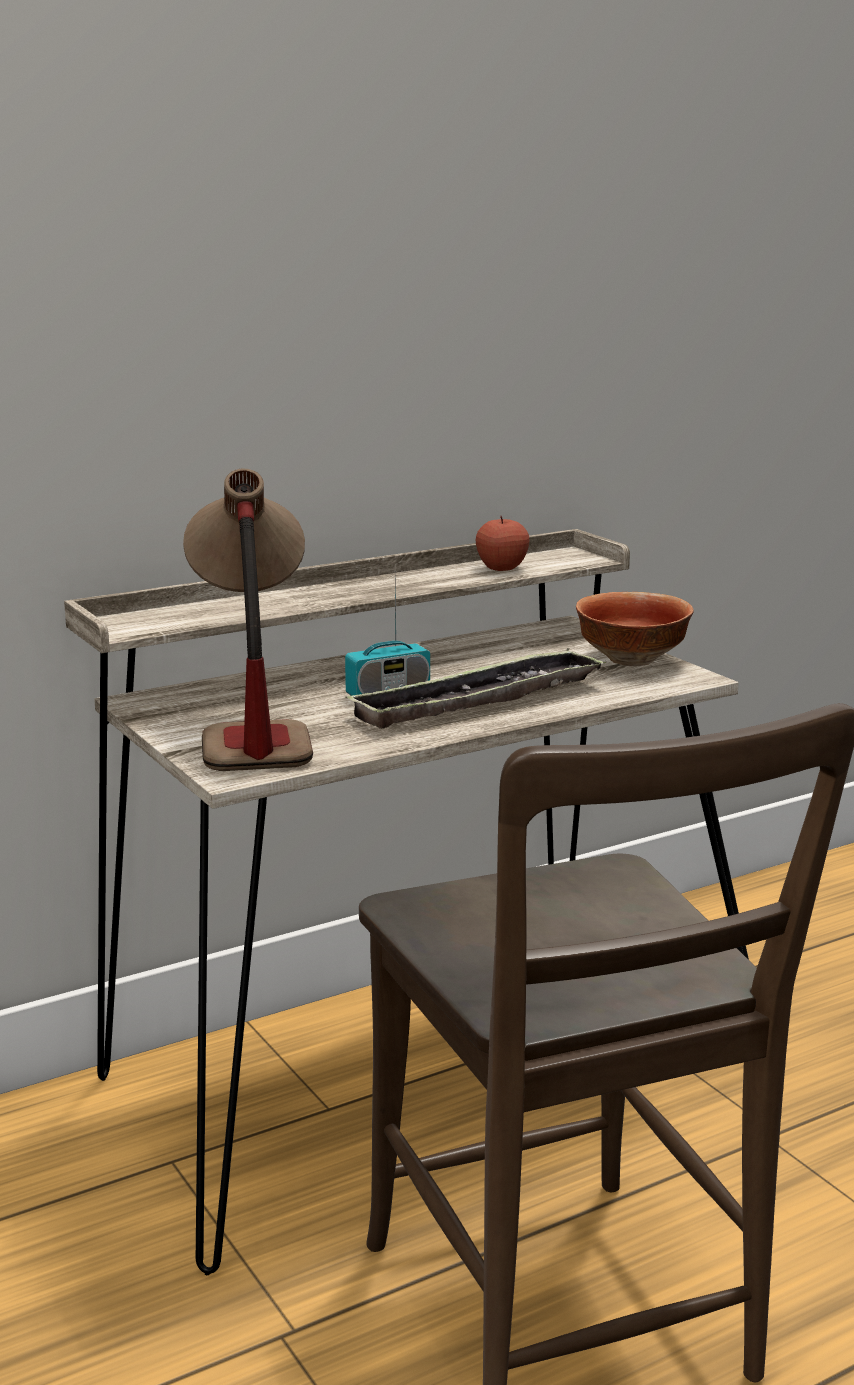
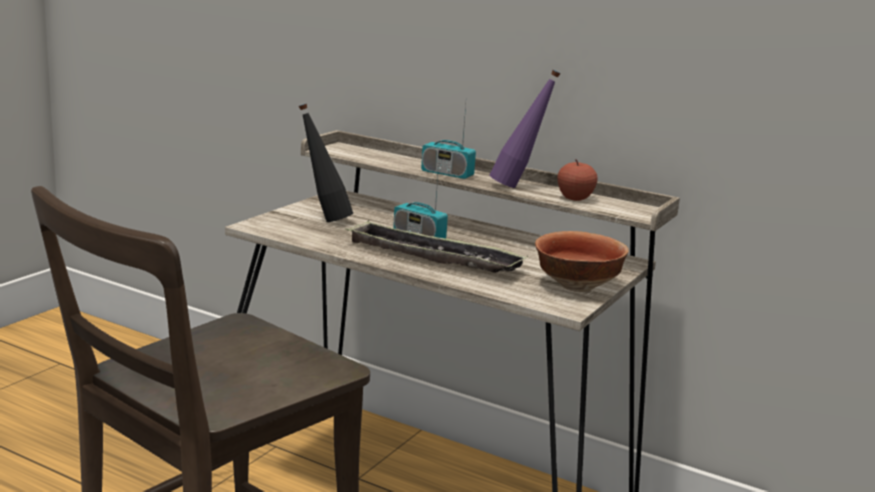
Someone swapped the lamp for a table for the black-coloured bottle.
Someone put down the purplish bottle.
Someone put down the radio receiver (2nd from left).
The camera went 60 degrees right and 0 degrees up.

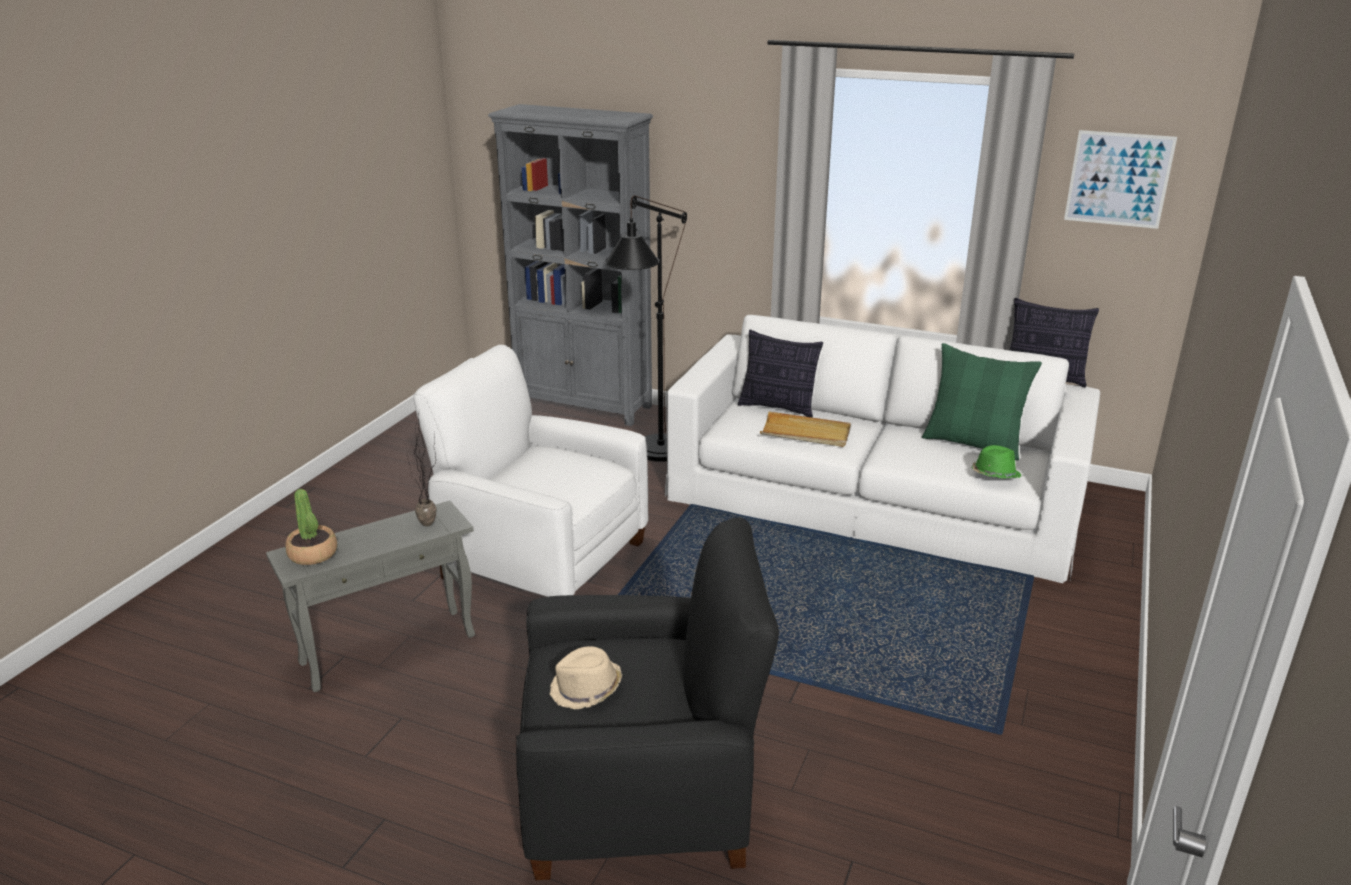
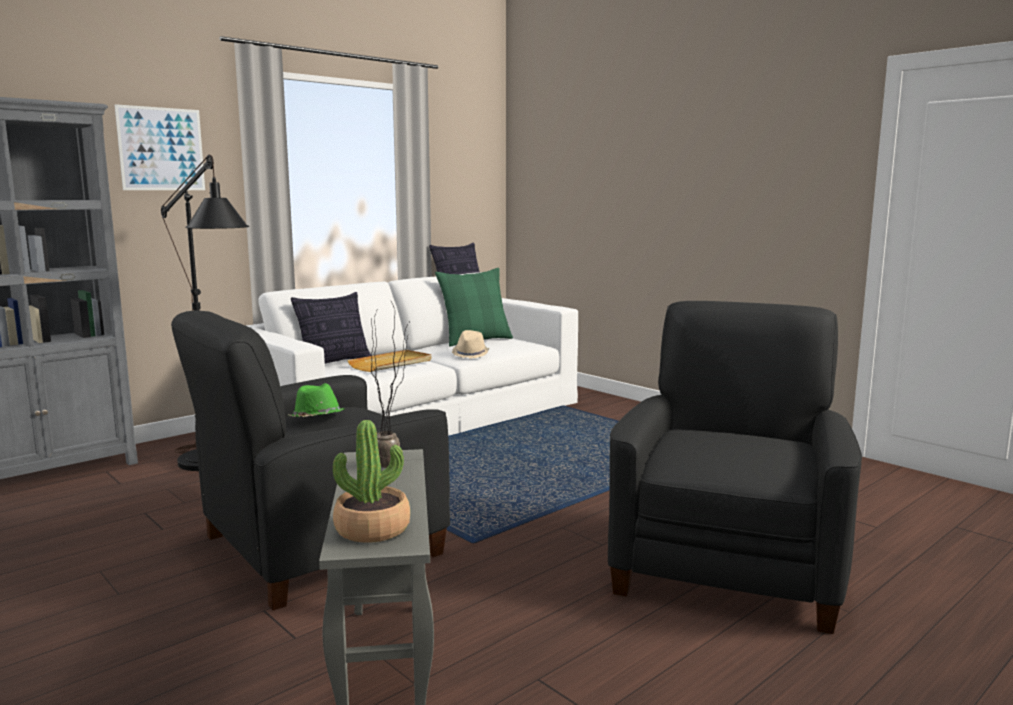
Someone carried the picture.
Someone repainted the white armchair, which became the black-coloured armchair (1st from left).
Someone carried the green-coloured clothing hat.
Someone carried the beige clothing hat.
The camera went 65 degrees left and 15 degrees down.

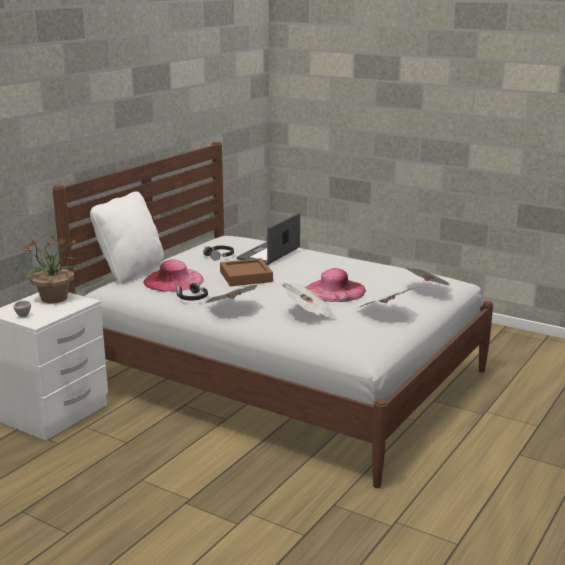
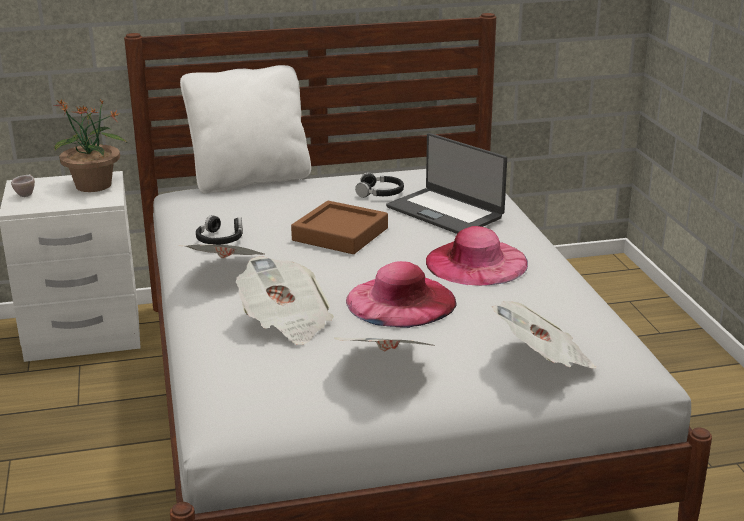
Someone rotated the portable computer by 120 degrees counterclockwise.
Someone carried the pink-coloured clothing hat (1st from left in the first image).
The camera went 45 degrees right and 5 degrees up.

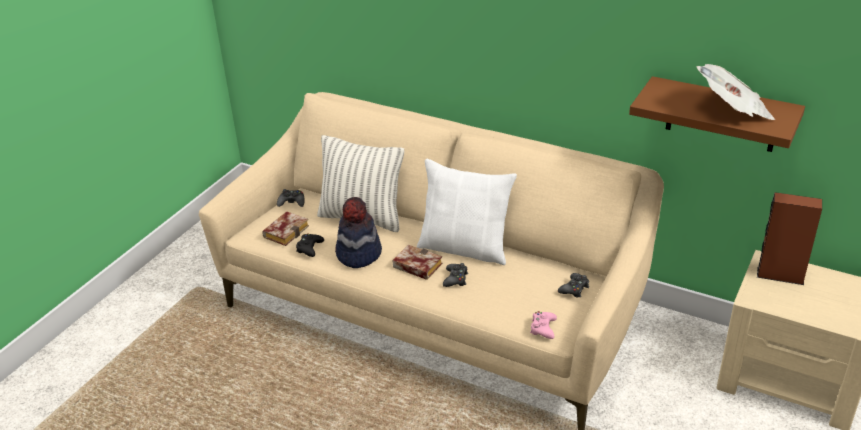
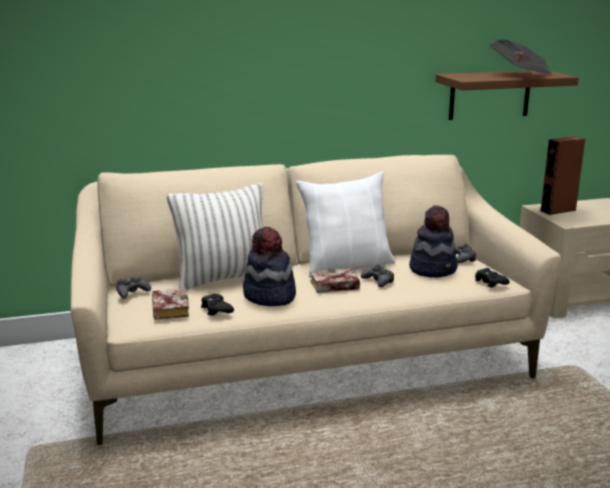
Someone repainted the pink-coloured game controller, which became the black-coloured game controller (5th from left).
Someone put down the clothing hat (2nd from left).
The camera went 45 degrees left and 15 degrees down.

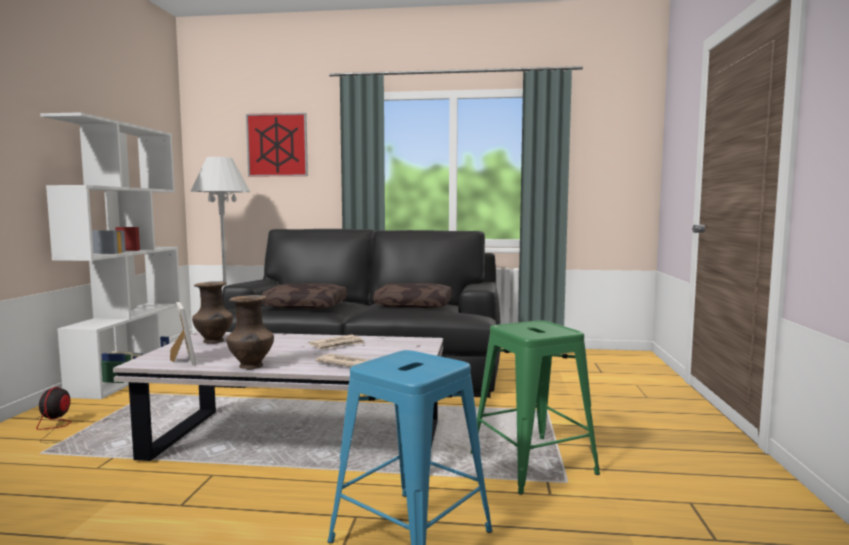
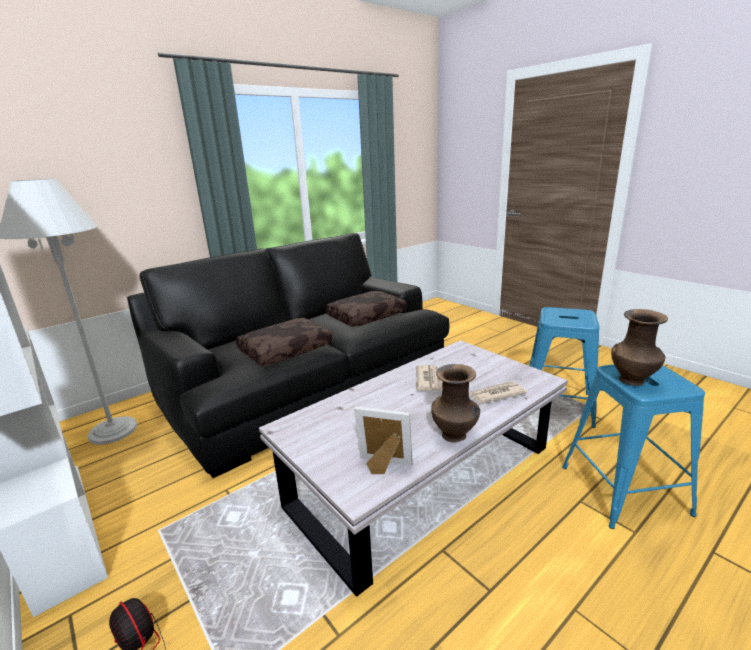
Someone took away the picture.
Someone carried the brown-coloured vase (1st from left in the first image).
Someone repainted the green-coloured sitting stool, which became the blue-coloured sitting stool (1st from left).
The camera went 45 degrees left and 15 degrees up.

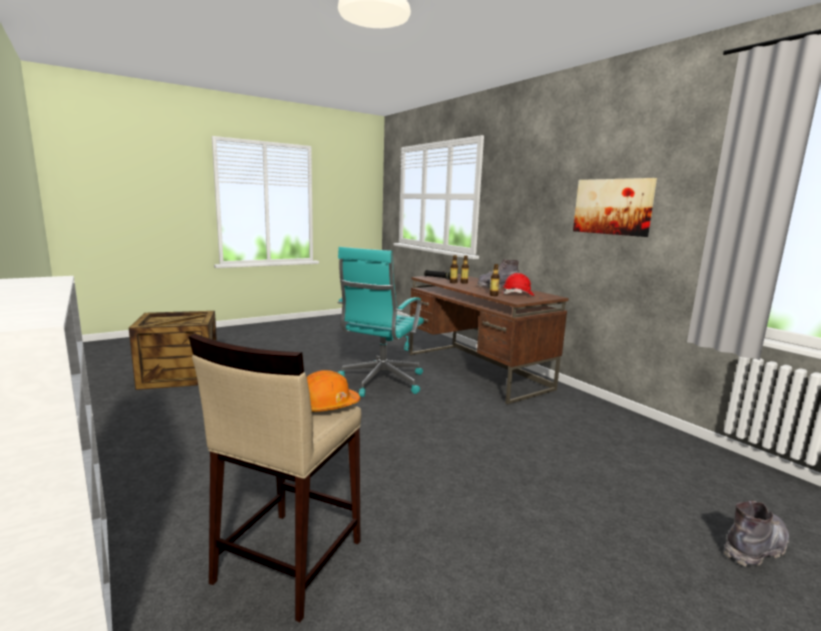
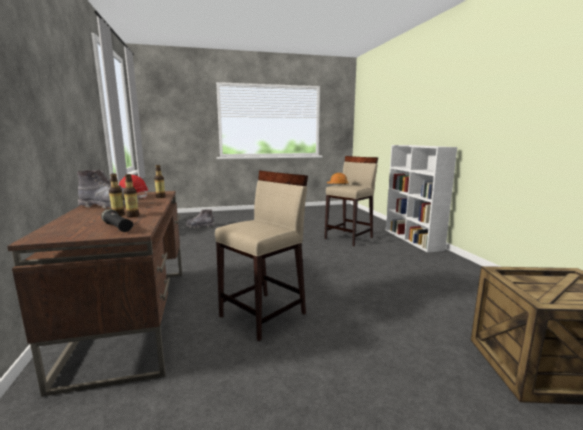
Someone took away the picture.
Someone swapped the turquoise computer chair for the beige sitting stool (1st from left).
The camera went 160 degrees left and 0 degrees up.

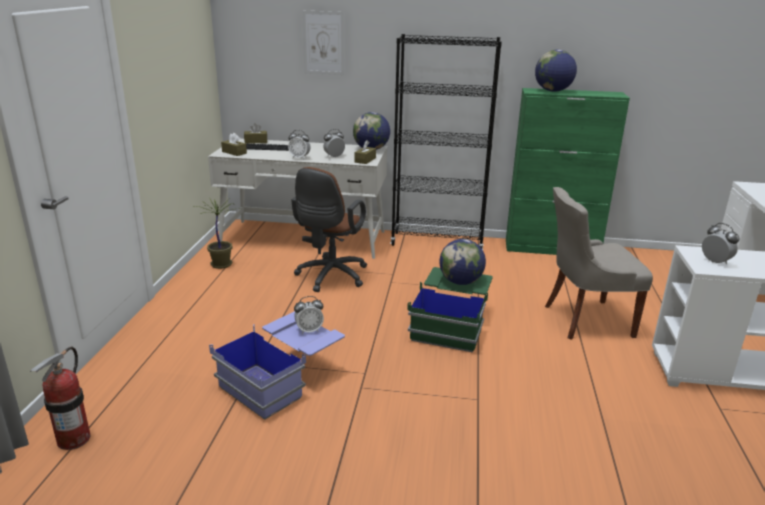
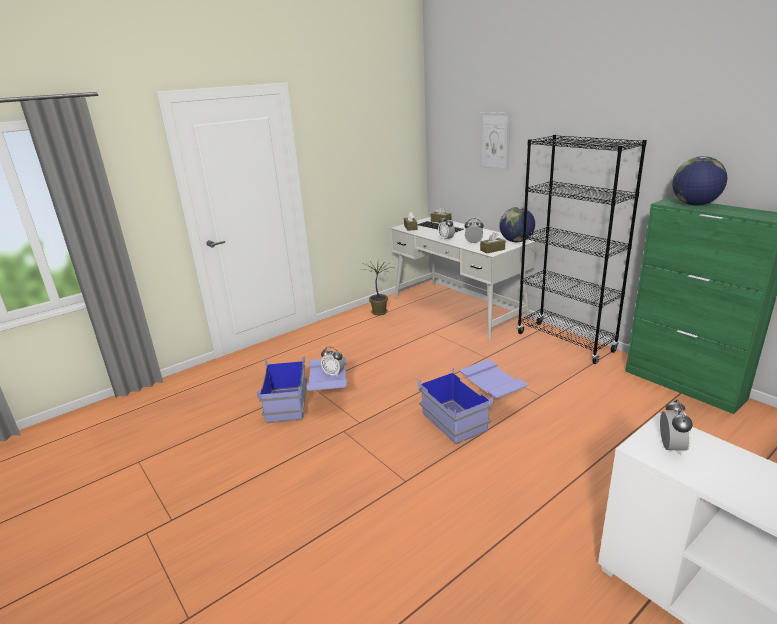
Someone took away the brown-coloured computer chair.
Someone took away the greyish plain chair.
Someone took away the globe (2nd from left).
Someone repainted the green-coloured storage bin, which became the blue-coloured storage bin (2nd from left).
Someone took away the extinguisher.
The camera went 45 degrees right and 0 degrees up.

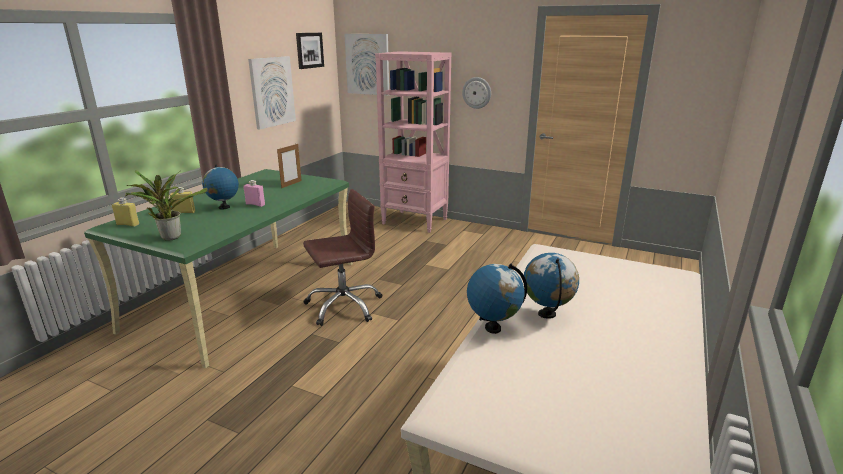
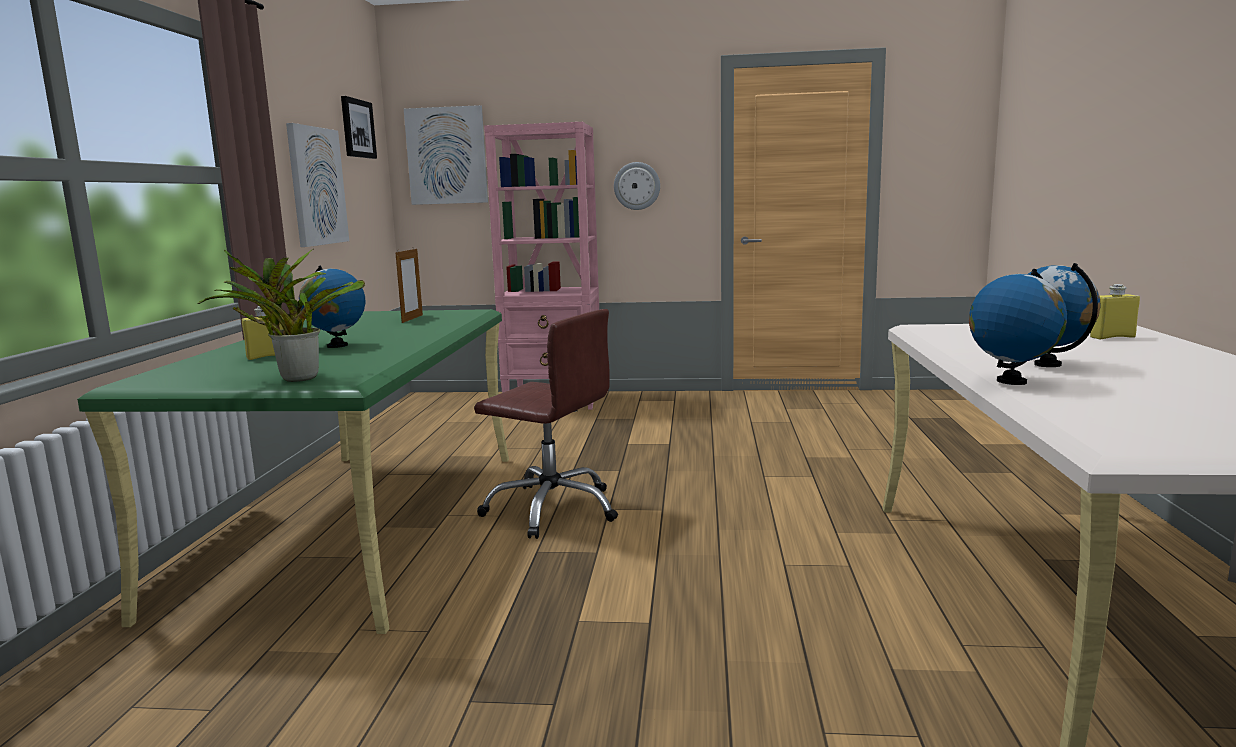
Someone took away the pink-coloured bottle.
Someone rotated the brown-coloured computer chair by 75 degrees clockwise.
Someone carried the yellow bottle (1st from left in the first image).
The camera went 20 degrees left and 10 degrees down.

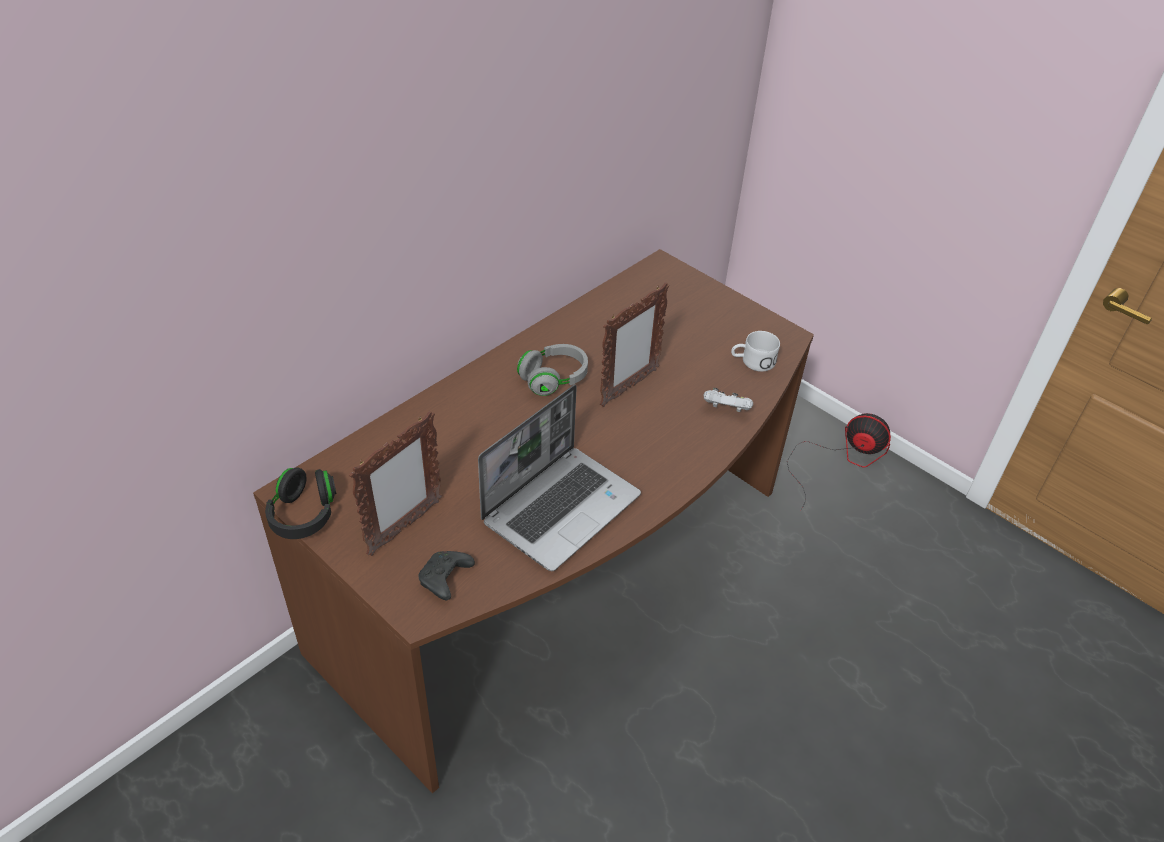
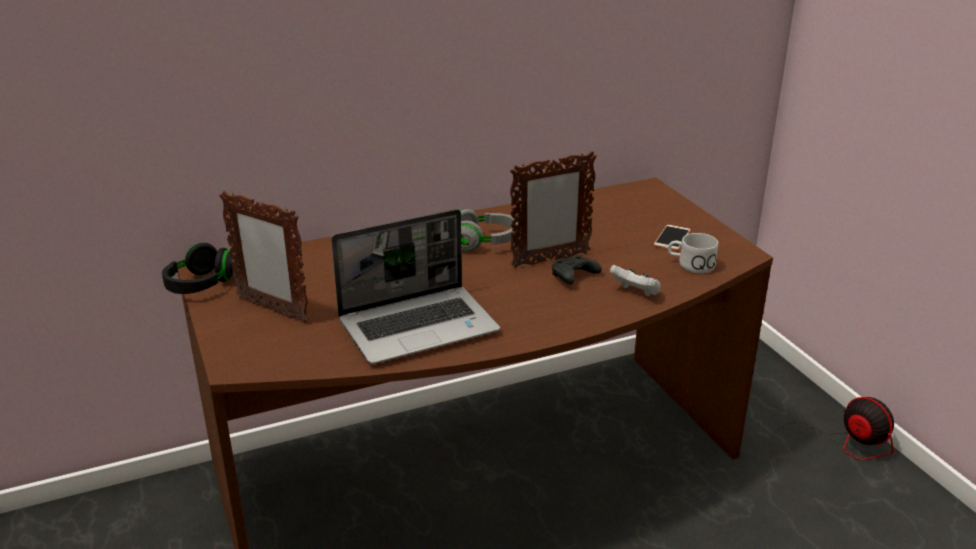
Someone rotated the picture frame (1st from left) by 60 degrees clockwise.
Someone carried the black-coloured game controller.
Someone put down the phone.
The camera went 25 degrees right and 15 degrees down.

